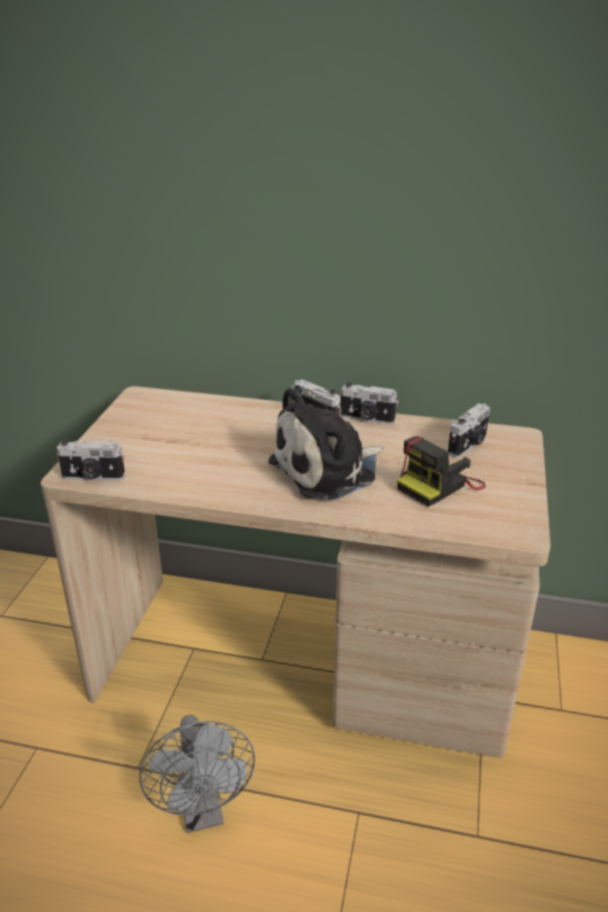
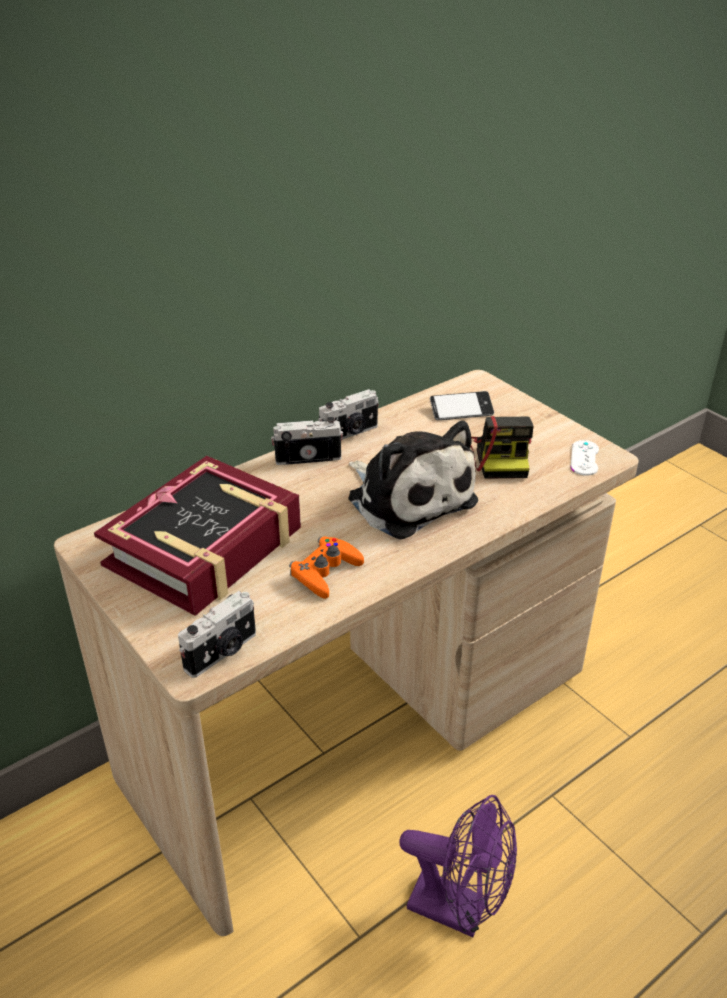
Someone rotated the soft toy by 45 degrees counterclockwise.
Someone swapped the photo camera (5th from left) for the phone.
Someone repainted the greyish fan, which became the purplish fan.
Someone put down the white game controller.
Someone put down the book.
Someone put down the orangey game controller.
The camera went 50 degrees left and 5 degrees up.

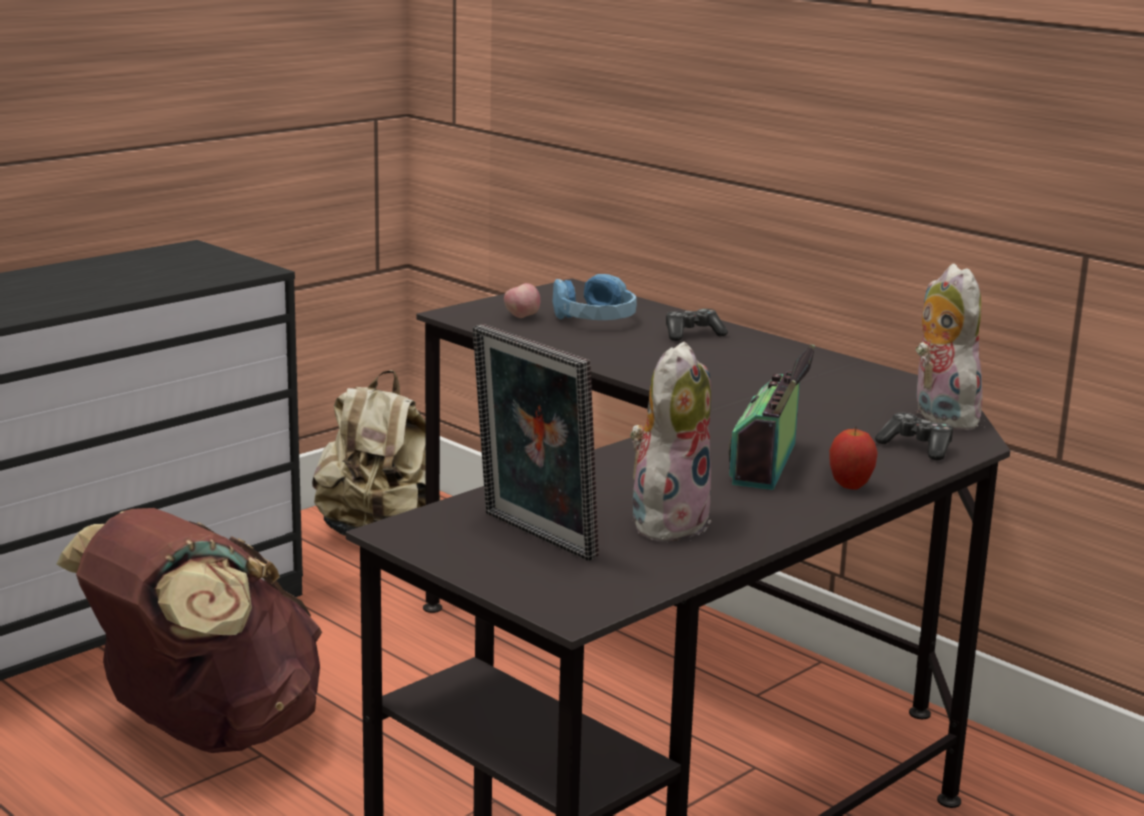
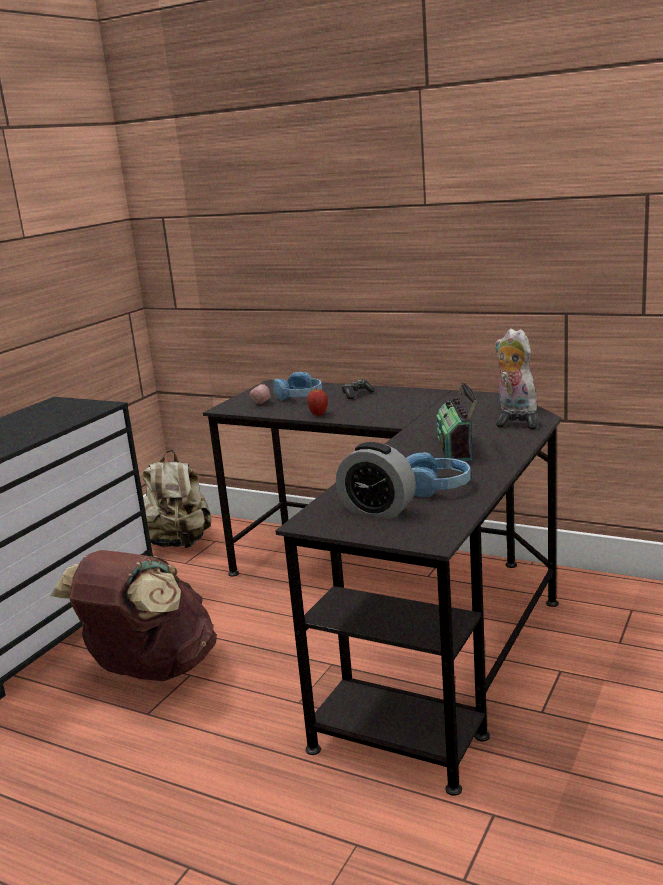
Someone swapped the picture frame for the alarm clock.
Someone swapped the soft toy (1st from left) for the blue-coloured headphones (2nd from left).
Someone carried the apple fruit (2nd from left).
The camera went 15 degrees left and 0 degrees up.

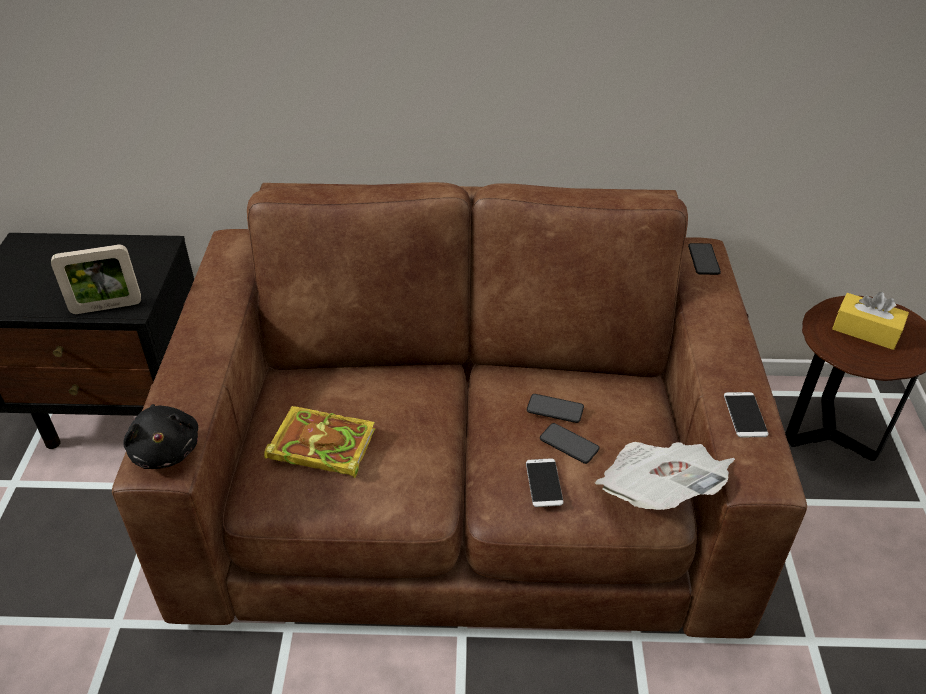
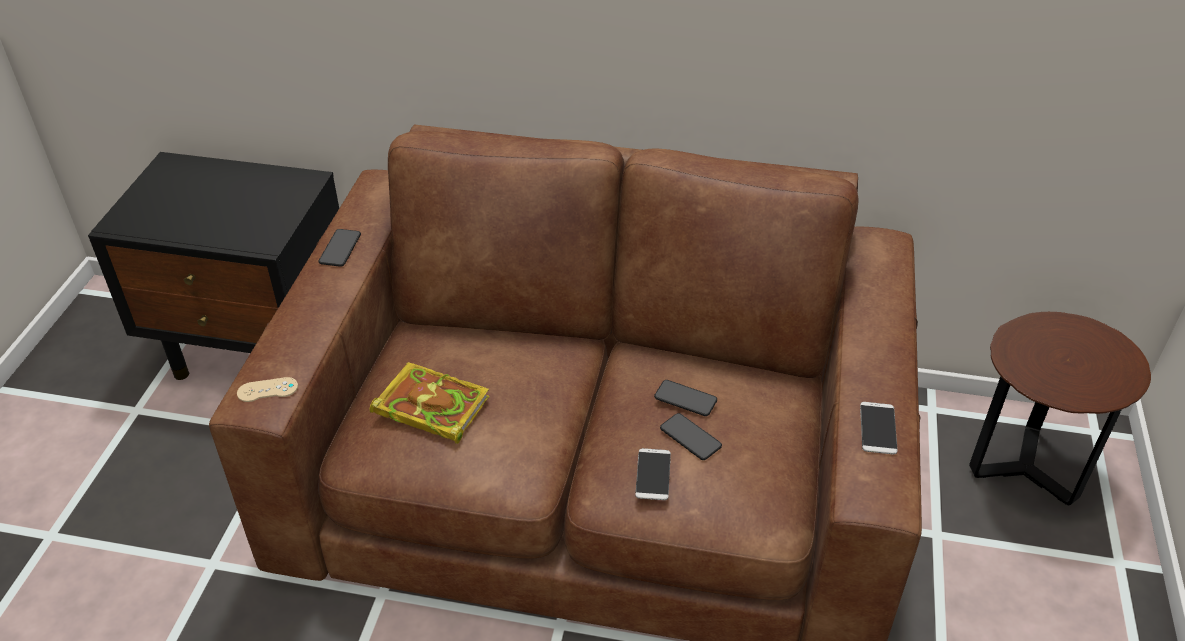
Someone carried the phone (4th from left in the first image).
Someone took away the picture frame.
Someone took away the yellow tissue holder.
Someone swapped the black-coloured soft toy for the beige game controller.
Someone took away the printed paper.
The camera went 10 degrees right and 0 degrees up.

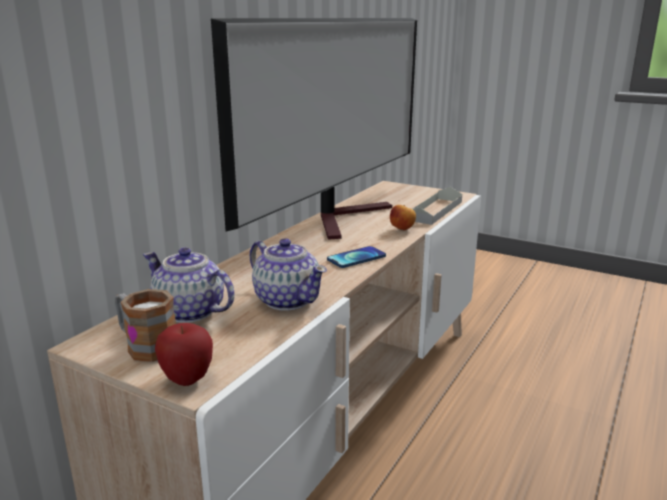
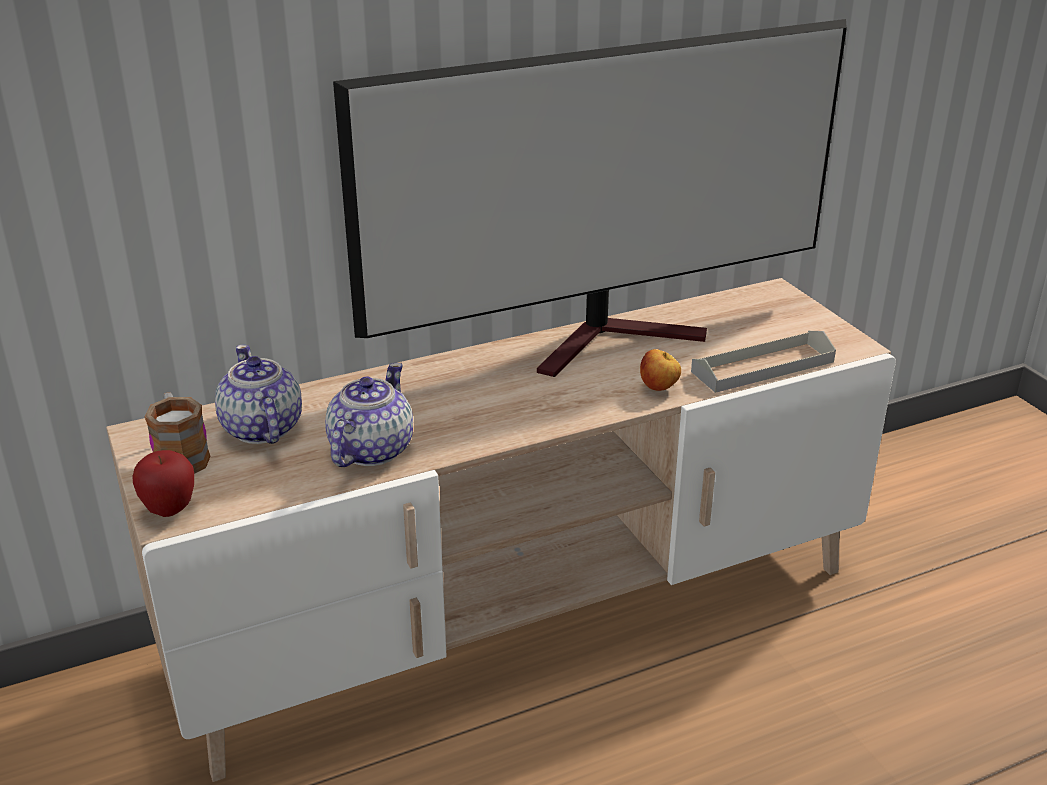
Someone rotated the pot for tea (2nd from left) by 150 degrees counterclockwise.
Someone took away the phone.
The camera went 35 degrees right and 10 degrees up.

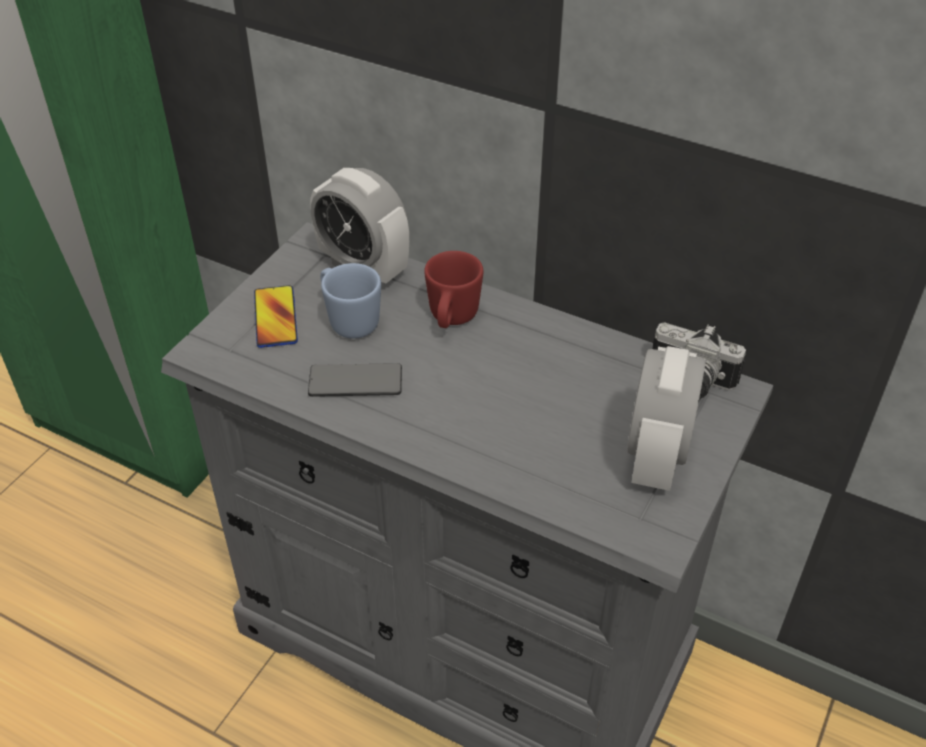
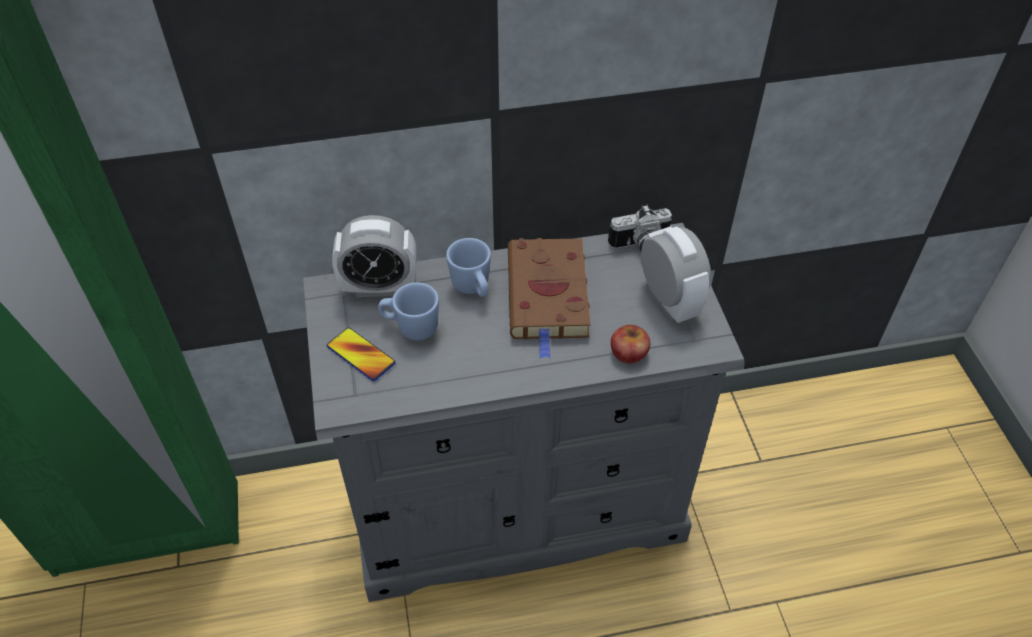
Someone repainted the red tea mug, which became the blue-coloured tea mug (2nd from left).
Someone took away the phone (2nd from left).
Someone put down the brown-coloured book.
Someone put down the apple fruit.
The camera went 40 degrees left and 5 degrees up.

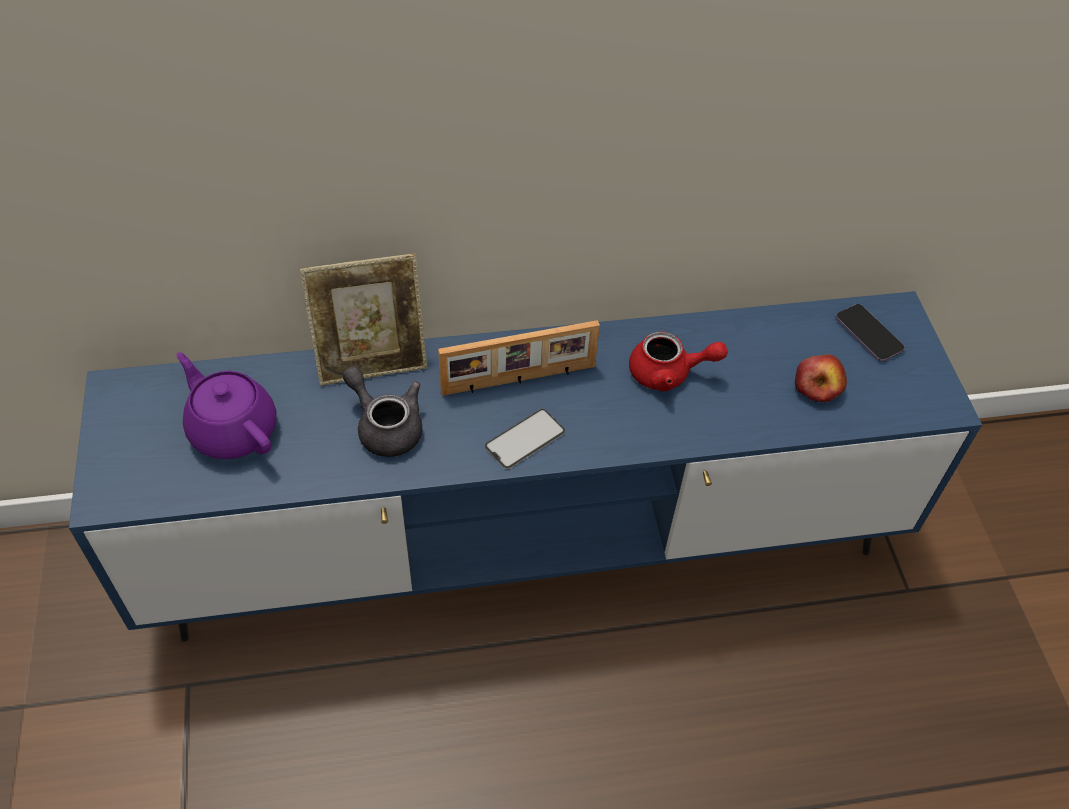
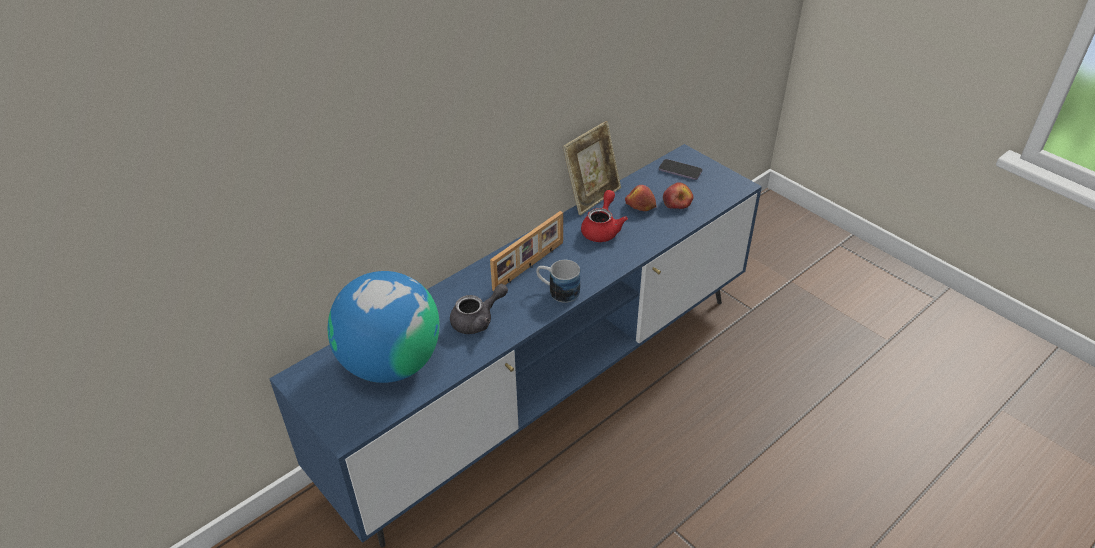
Someone carried the picture frame (1st from left in the first image).
Someone rotated the red pot for tea by 45 degrees counterclockwise.
Someone swapped the purplish pot for tea for the globe.
Someone rotated the greyish pot for tea by 135 degrees clockwise.
Someone swapped the phone (1st from left) for the tea mug.
Someone put down the apple fruit (1st from left).
The camera went 30 degrees left and 10 degrees down.

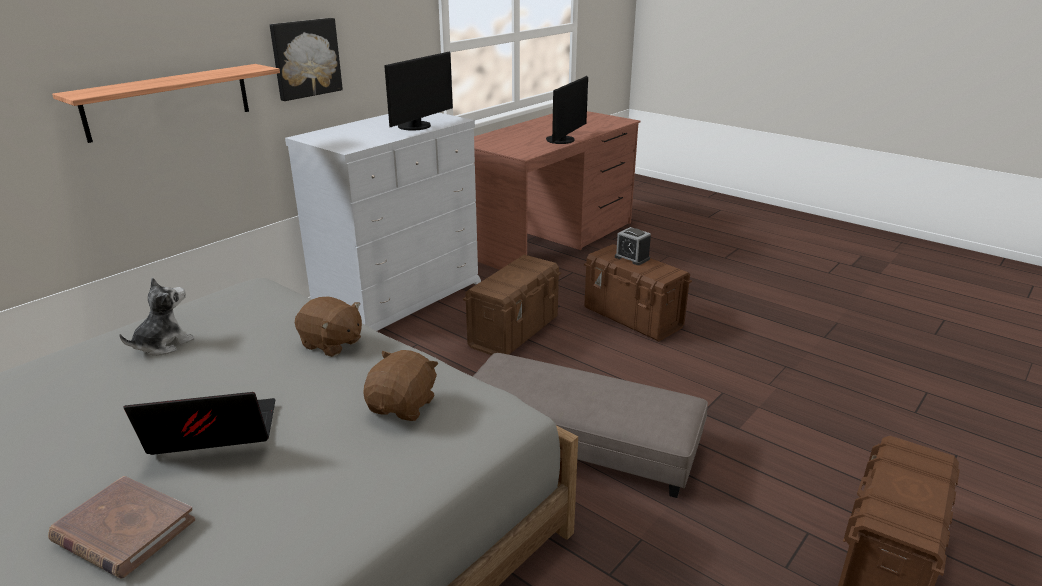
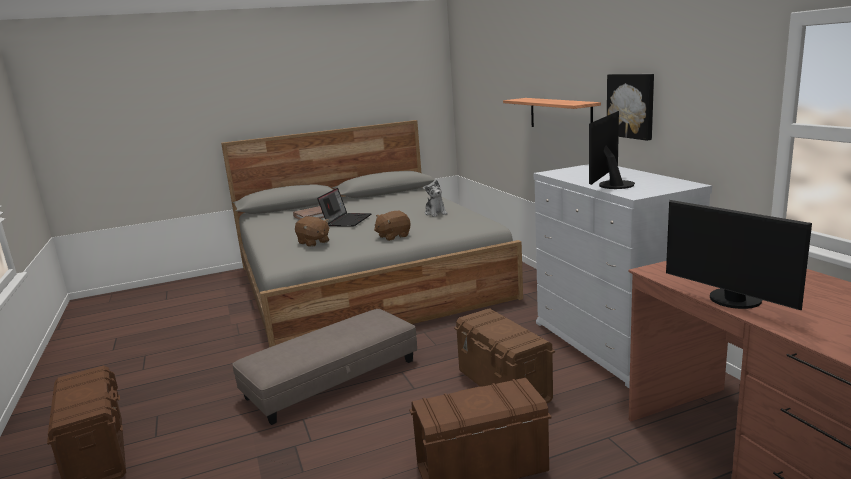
Someone rotated the monitor (1st from left) by 60 degrees clockwise.
Someone took away the alarm clock.
The camera went 120 degrees right and 10 degrees down.

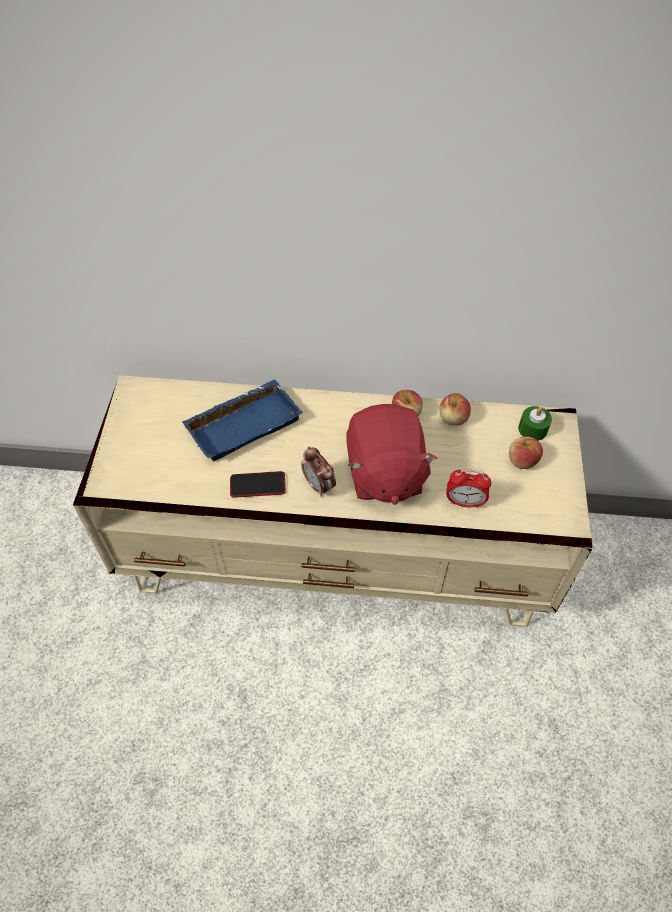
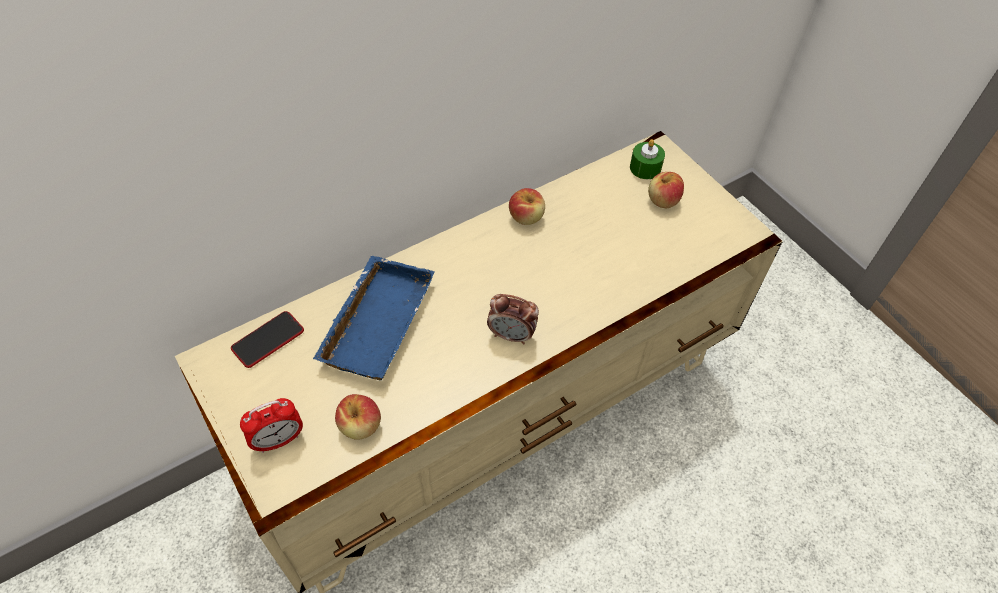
Someone carried the apple fruit (2nd from left in the first image).
Someone took away the red soft toy.
Someone carried the alarm clock (2nd from left in the first image).
Someone carried the phone.
The camera went 40 degrees left and 0 degrees up.

